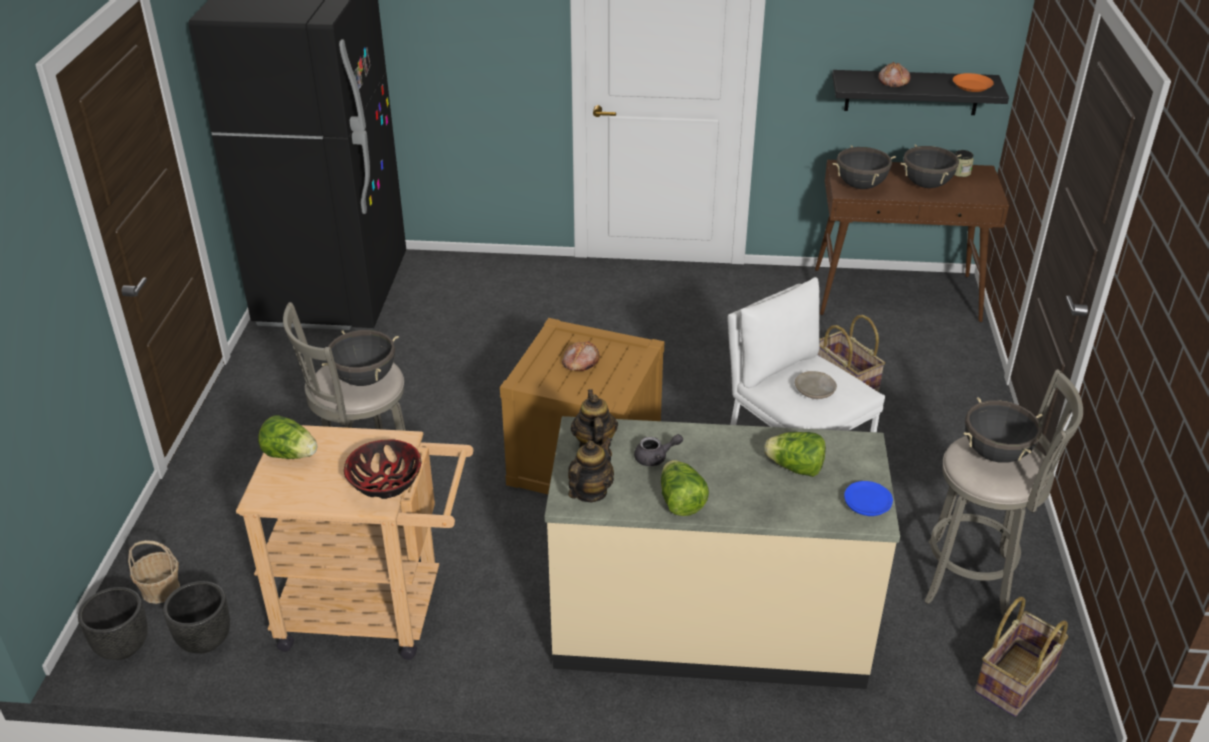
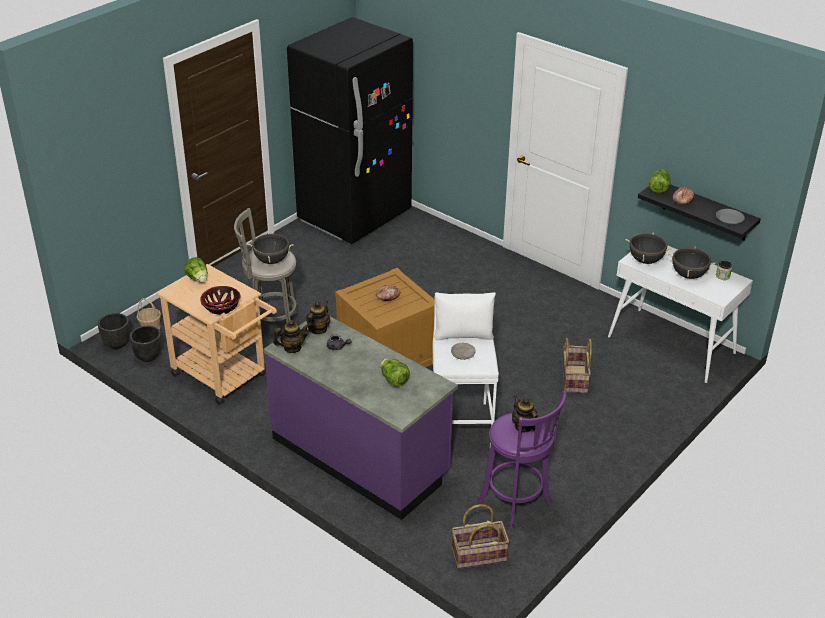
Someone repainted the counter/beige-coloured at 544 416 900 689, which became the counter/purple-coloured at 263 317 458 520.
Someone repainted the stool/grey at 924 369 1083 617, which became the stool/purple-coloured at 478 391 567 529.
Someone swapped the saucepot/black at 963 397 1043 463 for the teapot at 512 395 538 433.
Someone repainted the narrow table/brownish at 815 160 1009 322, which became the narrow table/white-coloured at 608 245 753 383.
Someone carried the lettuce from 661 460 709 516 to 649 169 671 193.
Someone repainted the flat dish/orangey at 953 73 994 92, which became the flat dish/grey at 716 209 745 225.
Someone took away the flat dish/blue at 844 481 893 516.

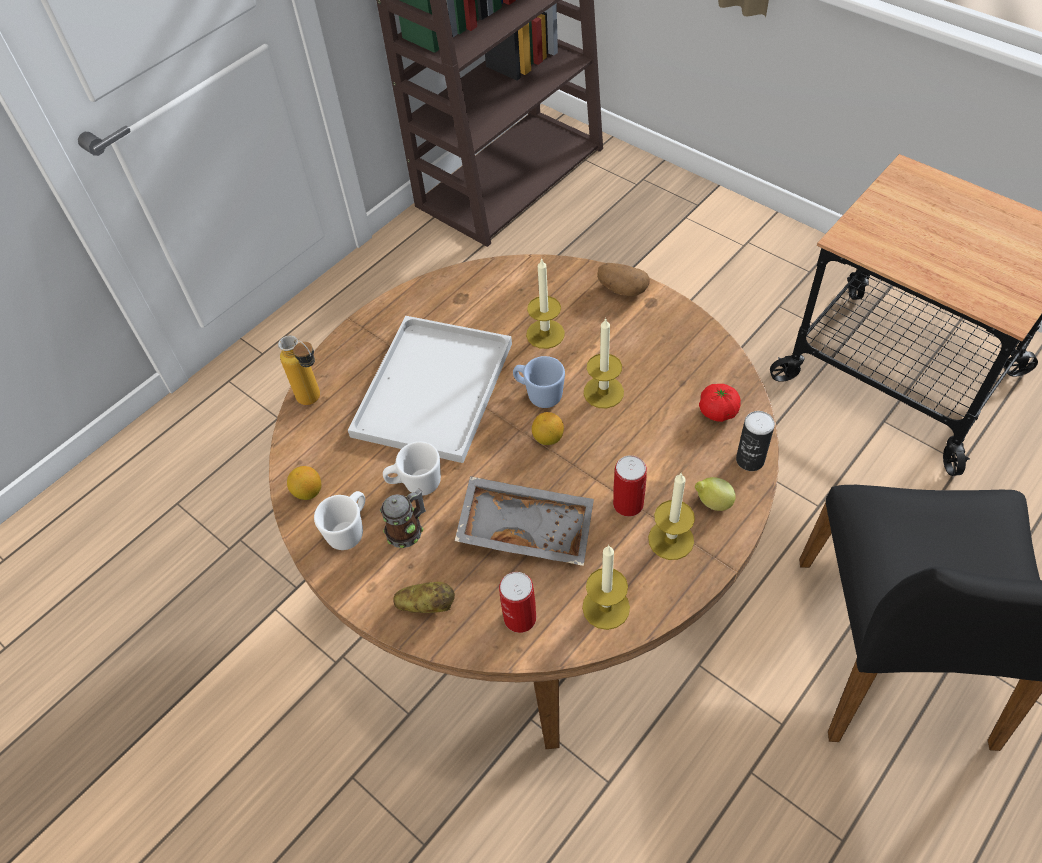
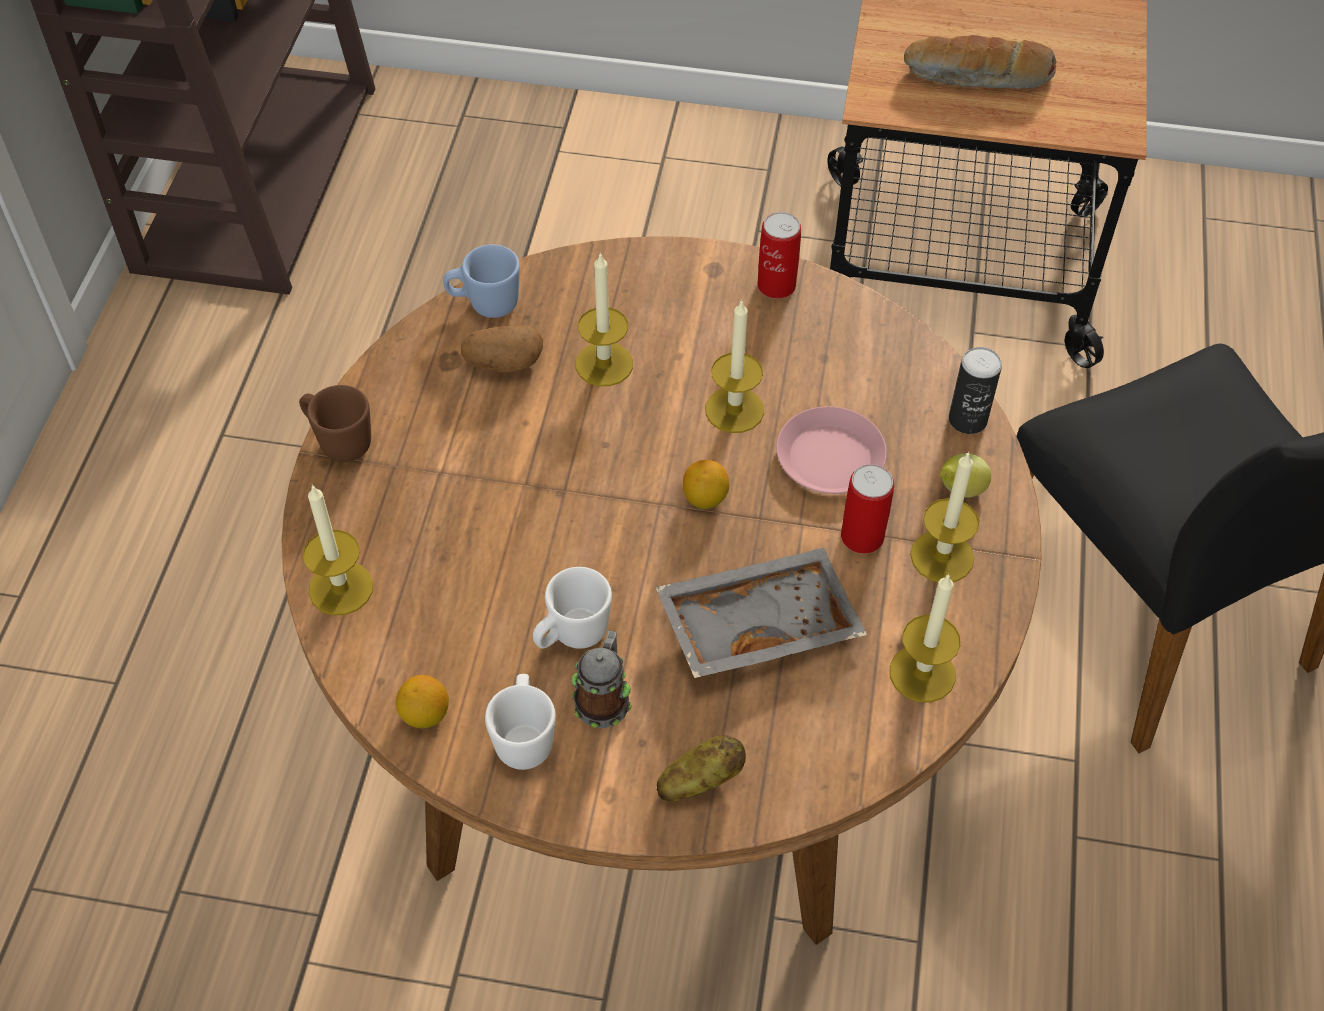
Someone put down the coffee mug/brownish at 299 385 371 462.
Someone swapped the bottle at 278 336 320 405 for the wax light at 303 484 373 615.
Someone carried the coffee mug/blue from 513 356 565 408 to 443 244 520 318.
Someone carried the spud from 597 263 650 296 to 461 325 543 373.
Someone carried the metal can from 499 572 536 633 to 758 212 801 299.
Someone put down the flat dish/pink at 776 407 887 494.
Someone put down the bakery bread at 904 35 1057 89.
Someone took away the tray/white-coloured at 348 316 512 463.
Someone took away the whole tomato at 699 384 741 422.

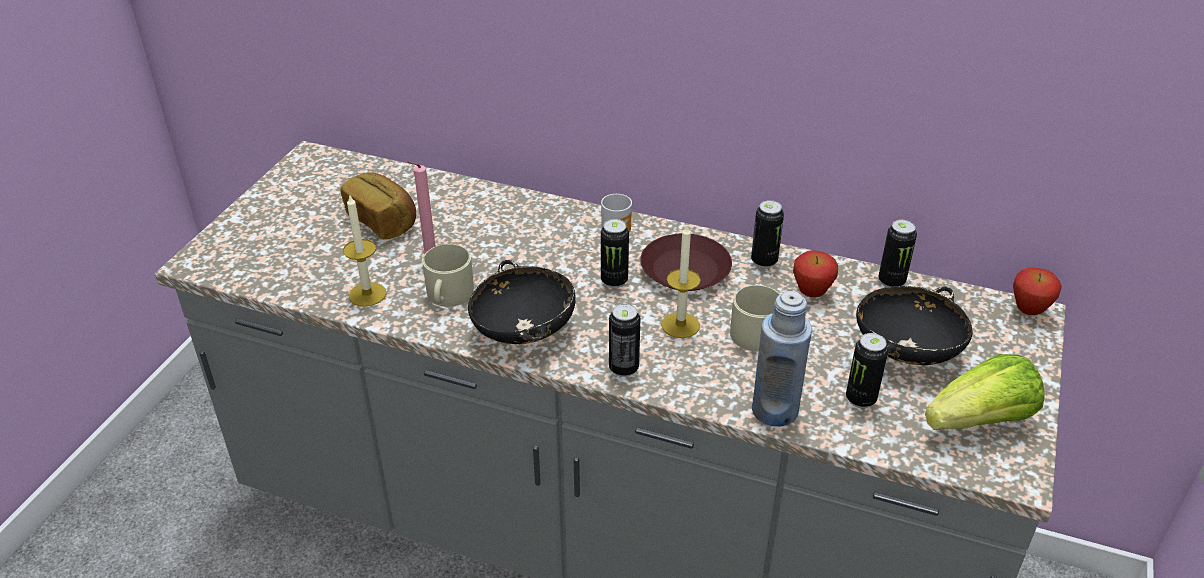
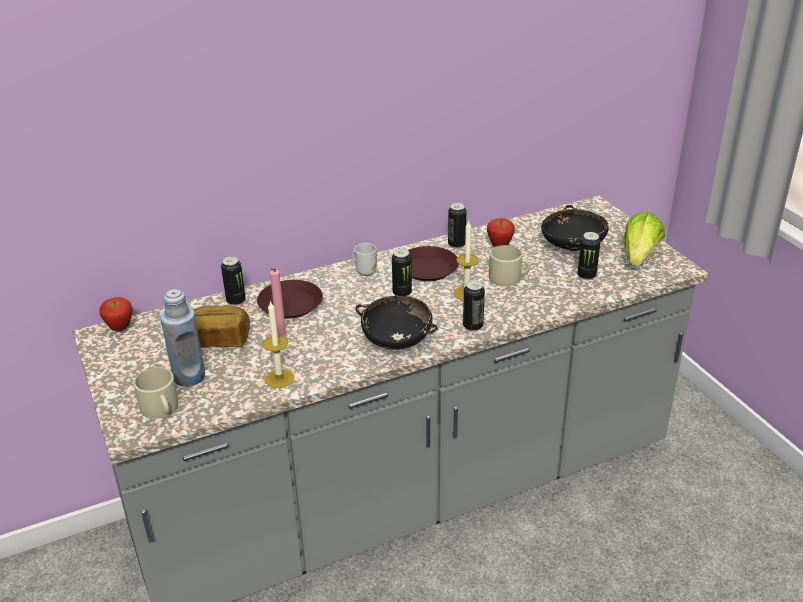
Someone carried the apple fruit from 1013 267 1062 315 to 99 297 133 331.
Someone carried the coffee mug/beige-coloured from 422 244 474 307 to 133 368 178 419.
Someone carried the bottle/blue from 752 291 812 427 to 160 289 205 387.
Someone carried the metal can from 878 219 917 287 to 221 256 246 306.
Someone put down the flat dish/brownish at 257 280 323 319.

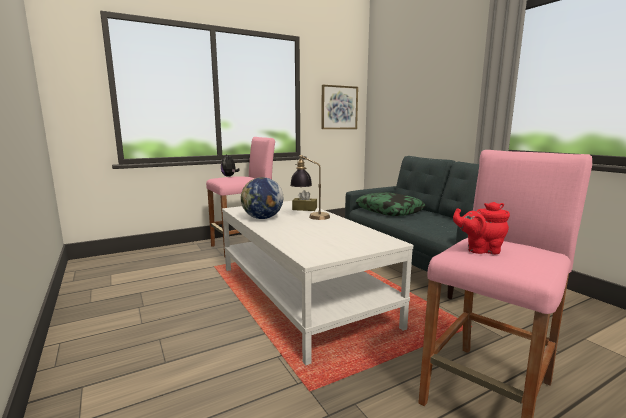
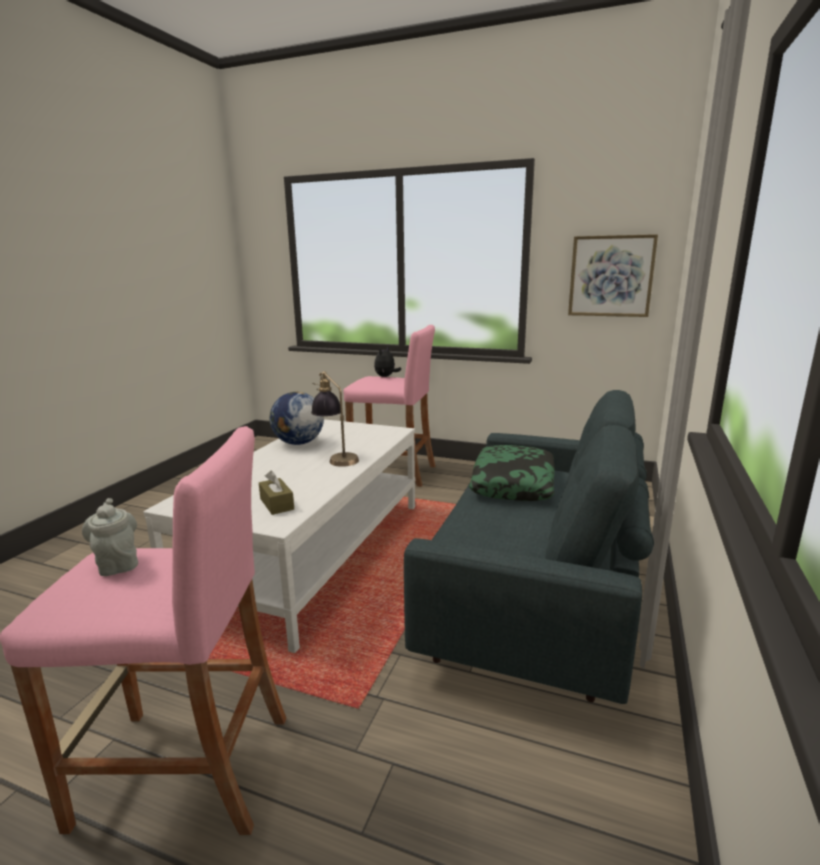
Someone repainted the teapot/red-coloured at 453 202 510 254, which became the teapot/grey at 82 498 138 576.
Someone carried the box of tissues/brownish from 292 190 317 211 to 259 471 294 515.

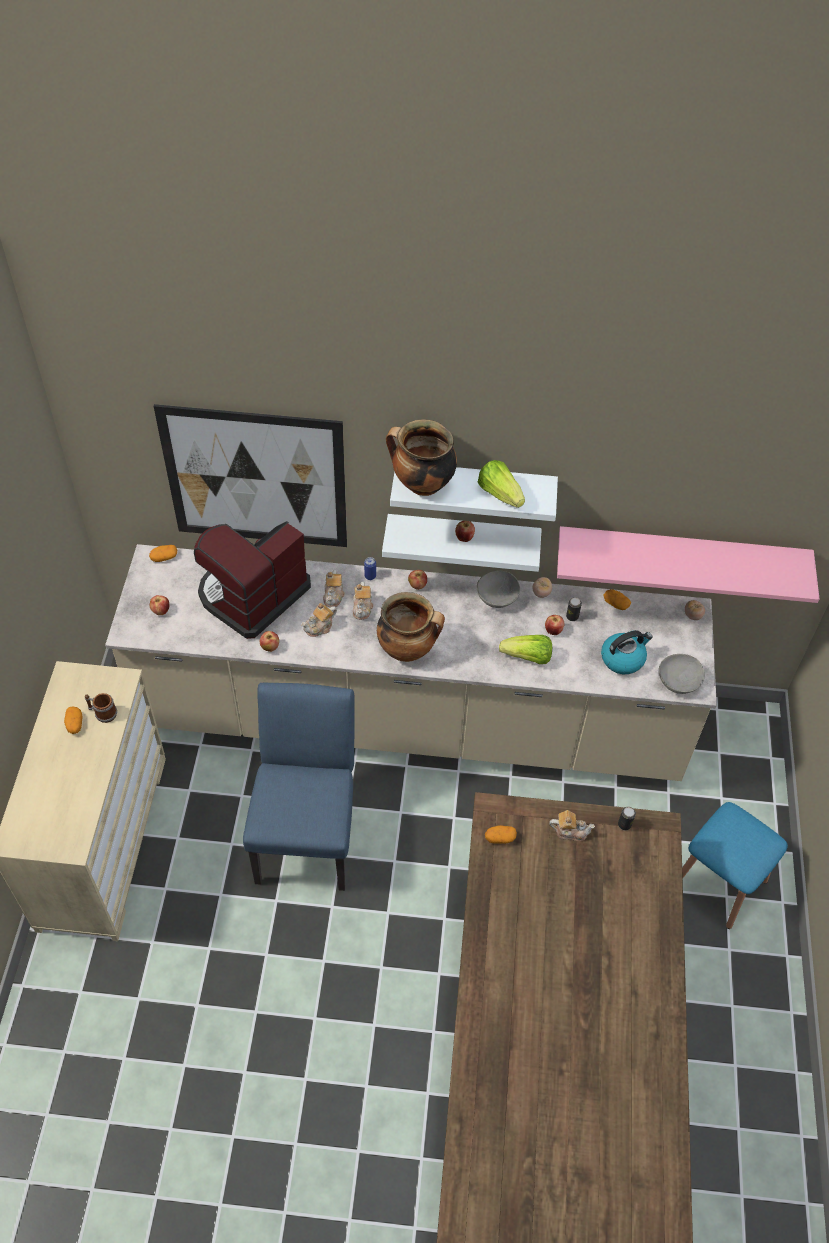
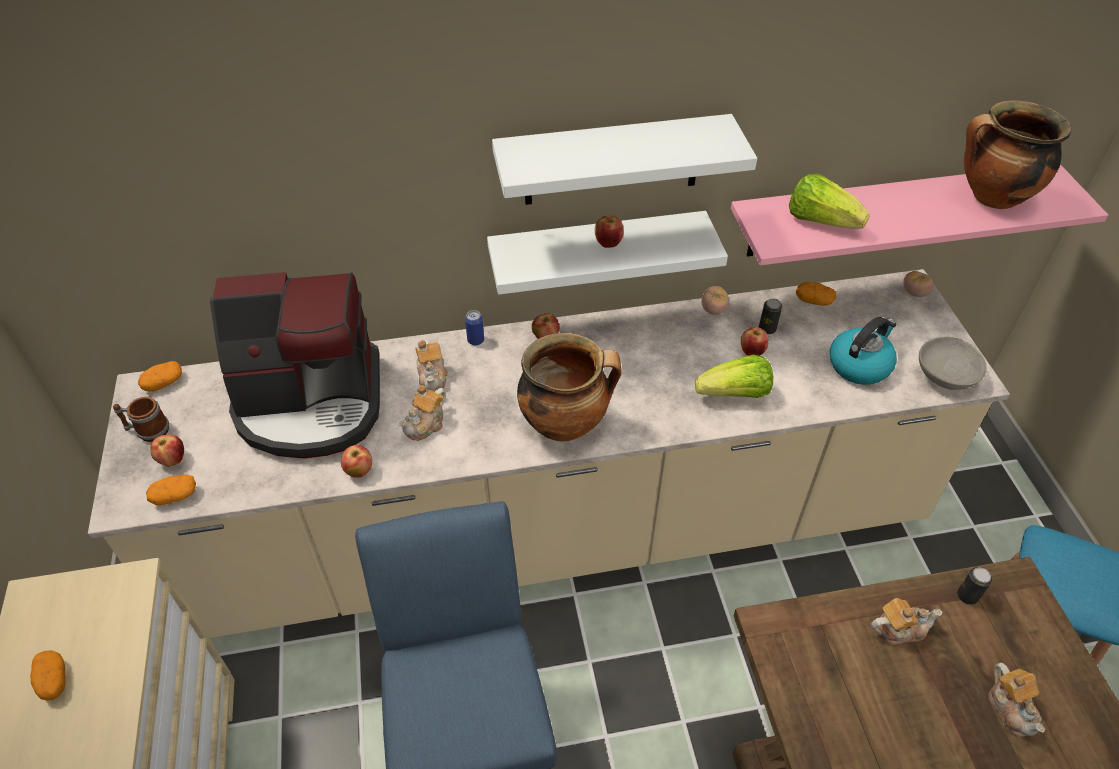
Someone carried the coffee mug from 85 693 117 723 to 113 397 169 442.
Someone carried the spud from 485 825 517 844 to 146 474 196 505.
Someone rotated the coffee machine at 194 521 311 639 by 120 degrees counterclockwise.
Someone carried the lettuce from 478 460 525 508 to 789 174 870 229.
Someone carried the saucepot from 386 419 457 496 to 964 100 1071 209.
Someone carried the teapot from 353 582 373 620 to 989 663 1045 737.
Someone took away the picture at 154 404 347 547.
Someone took away the bowl/grey at 477 571 520 608.

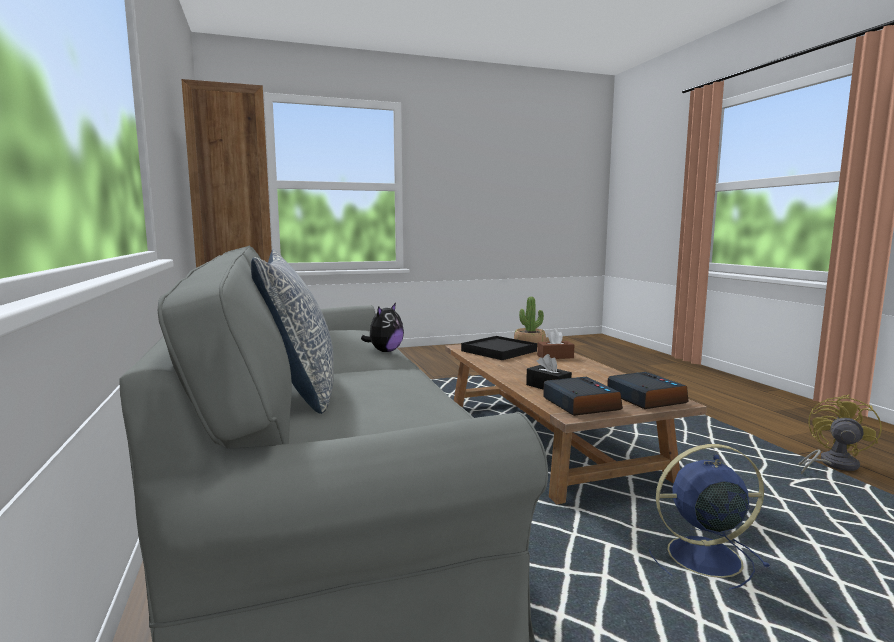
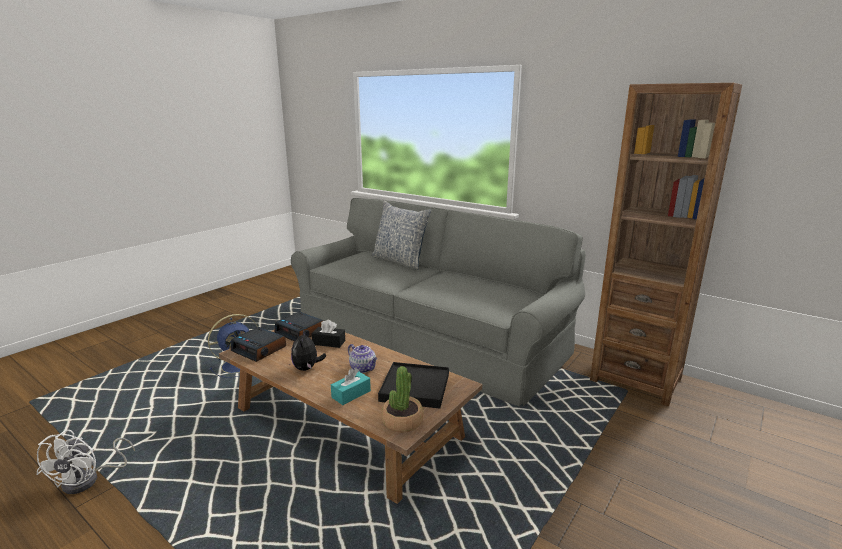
Someone repainted the electric fan/yellowish at 798 394 882 474, which became the electric fan/white-coloured at 36 430 135 494.
Someone carried the plush toy from 361 303 404 352 to 291 330 326 371.
Someone repainted the box of tissues/brownish at 537 329 574 359, which became the box of tissues/turquoise at 331 368 371 405.
Someone put down the teapot at 348 344 378 373.

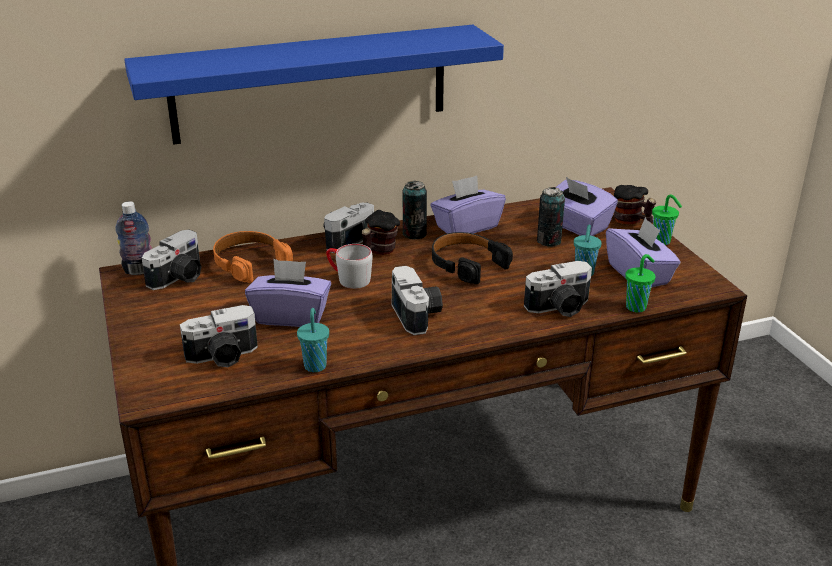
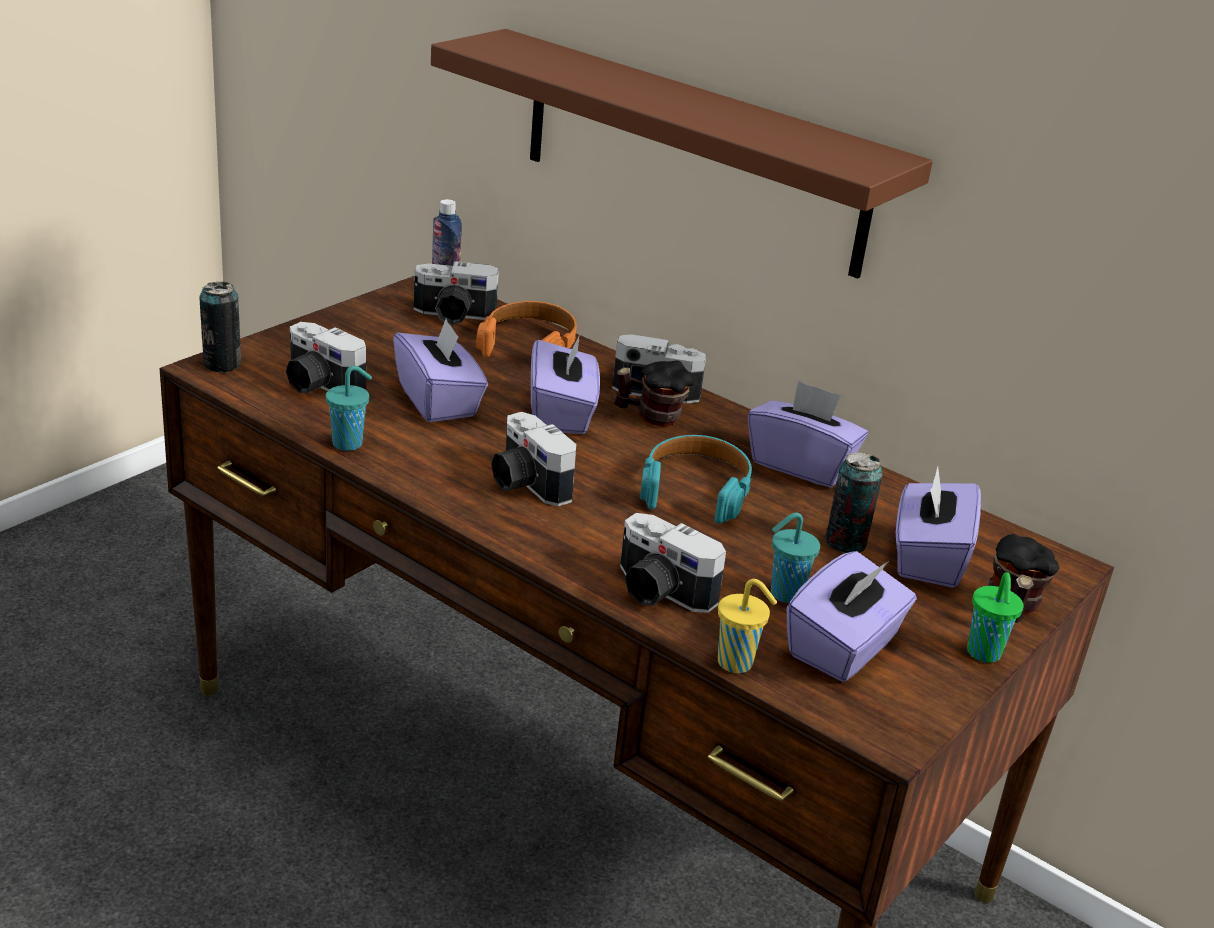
Someone carried the metal can from 403 181 427 240 to 199 282 242 373.
Someone repainted the wall shelf/blue at 124 25 504 145, which became the wall shelf/brownish at 431 29 933 279.
Someone rotated the photo camera at 392 266 443 335 by 105 degrees clockwise.
Someone swapped the coffee mug/grey at 326 244 373 289 for the box of tissues/purple-coloured at 531 333 600 434.
Someone repainted the pair of headphones/black at 432 232 513 284, which became the pair of headphones/turquoise at 640 435 752 524.
Someone repainted the small cup/greenish at 625 254 655 312, which became the small cup/yellowish at 718 579 777 673.

